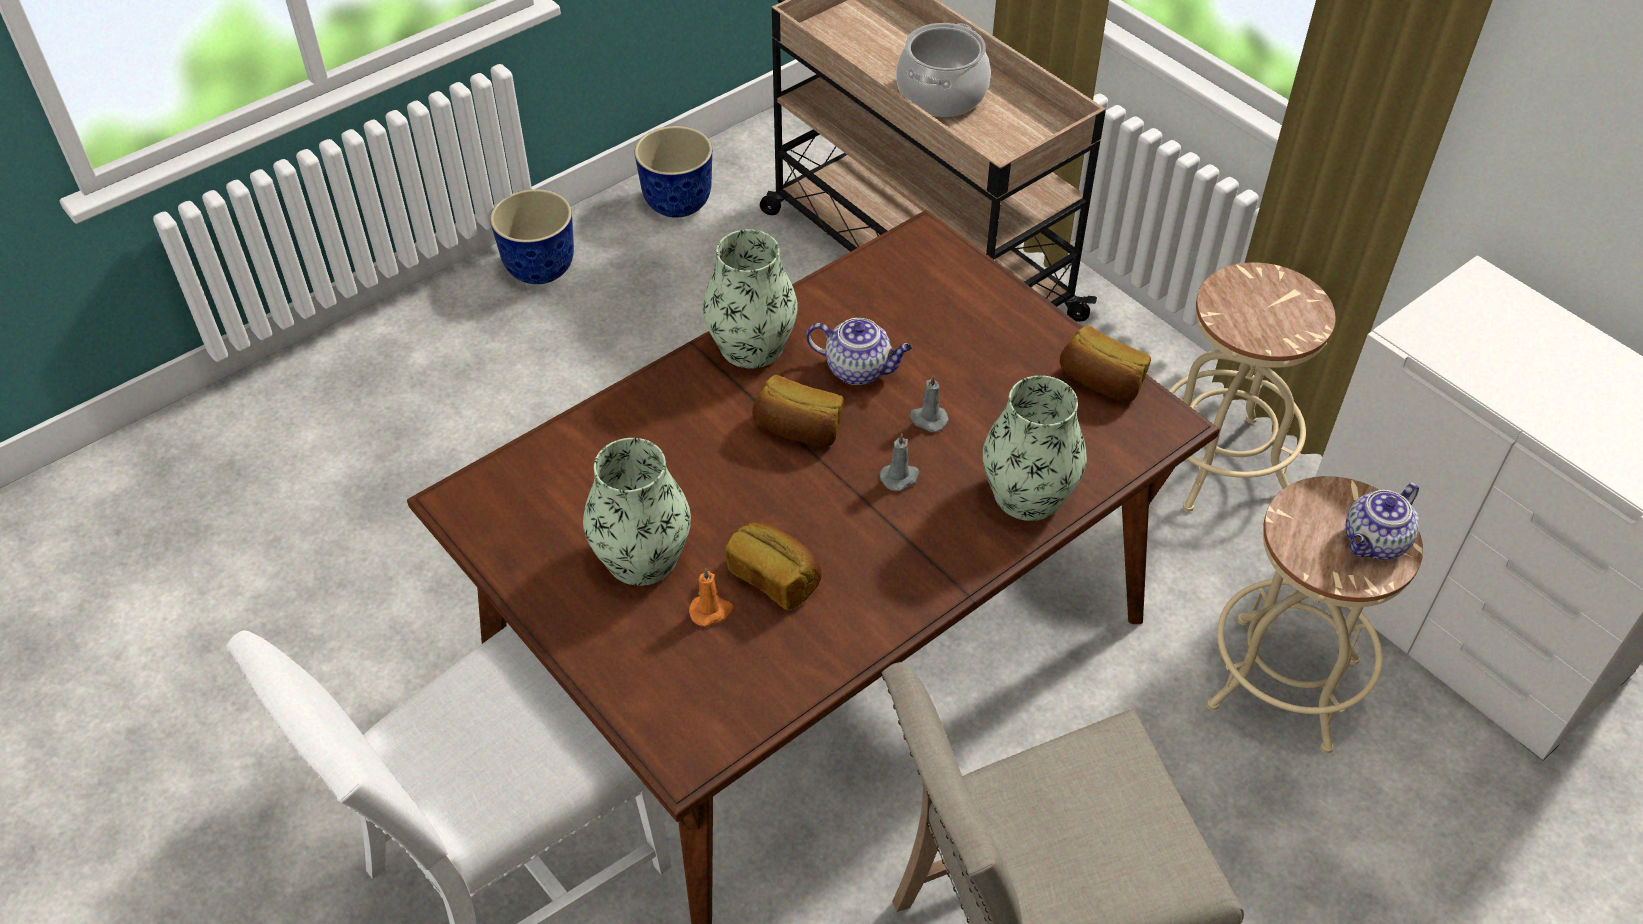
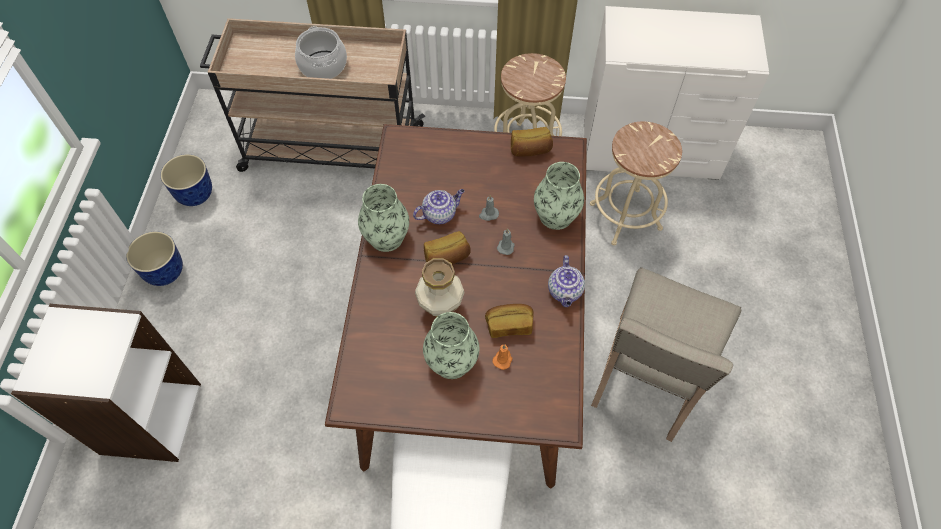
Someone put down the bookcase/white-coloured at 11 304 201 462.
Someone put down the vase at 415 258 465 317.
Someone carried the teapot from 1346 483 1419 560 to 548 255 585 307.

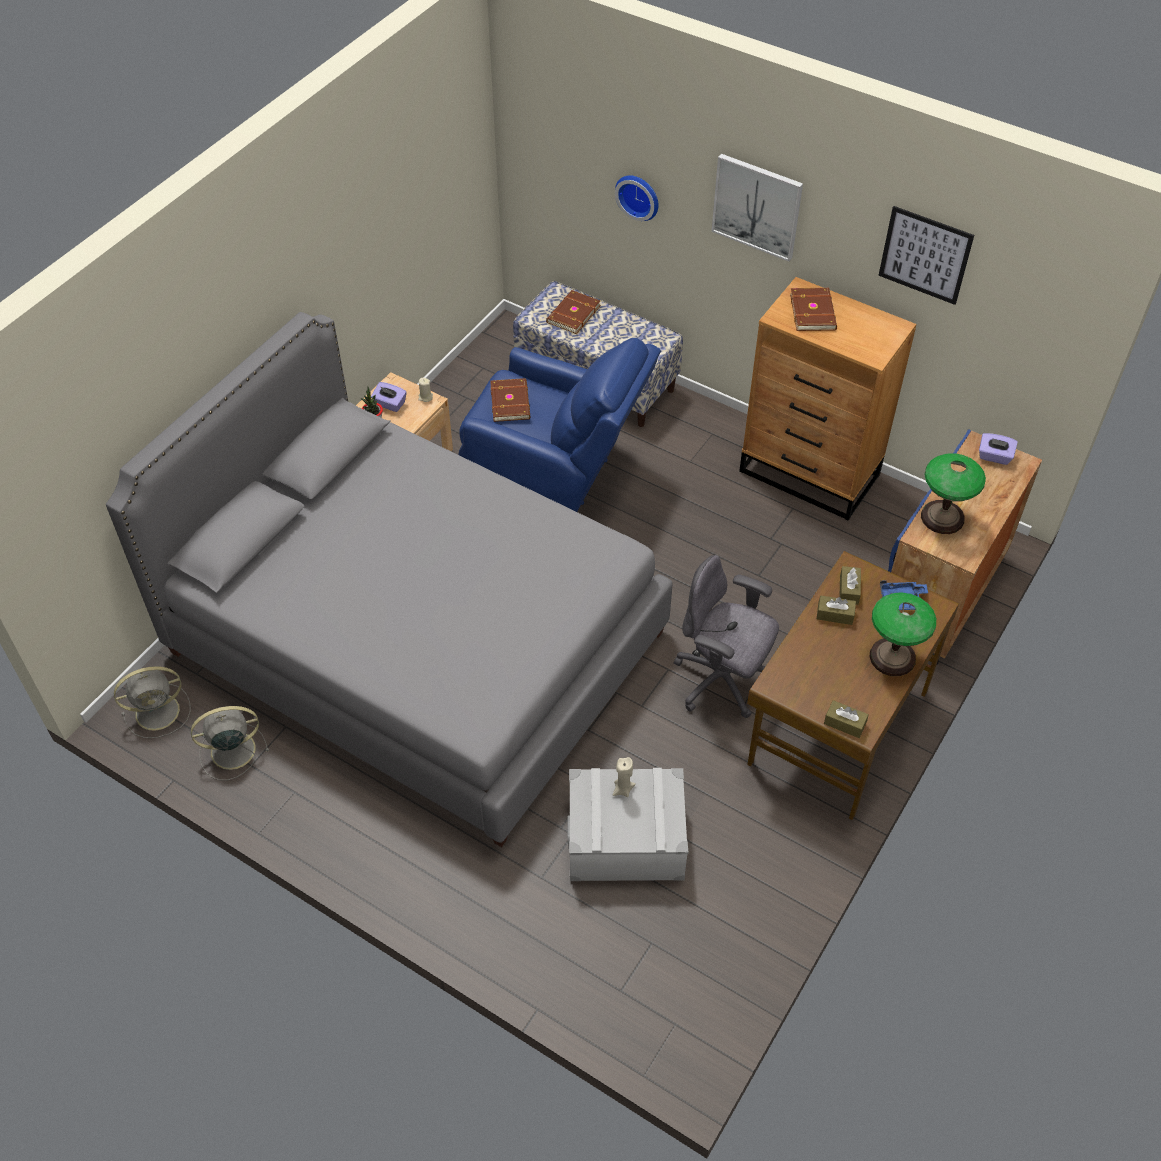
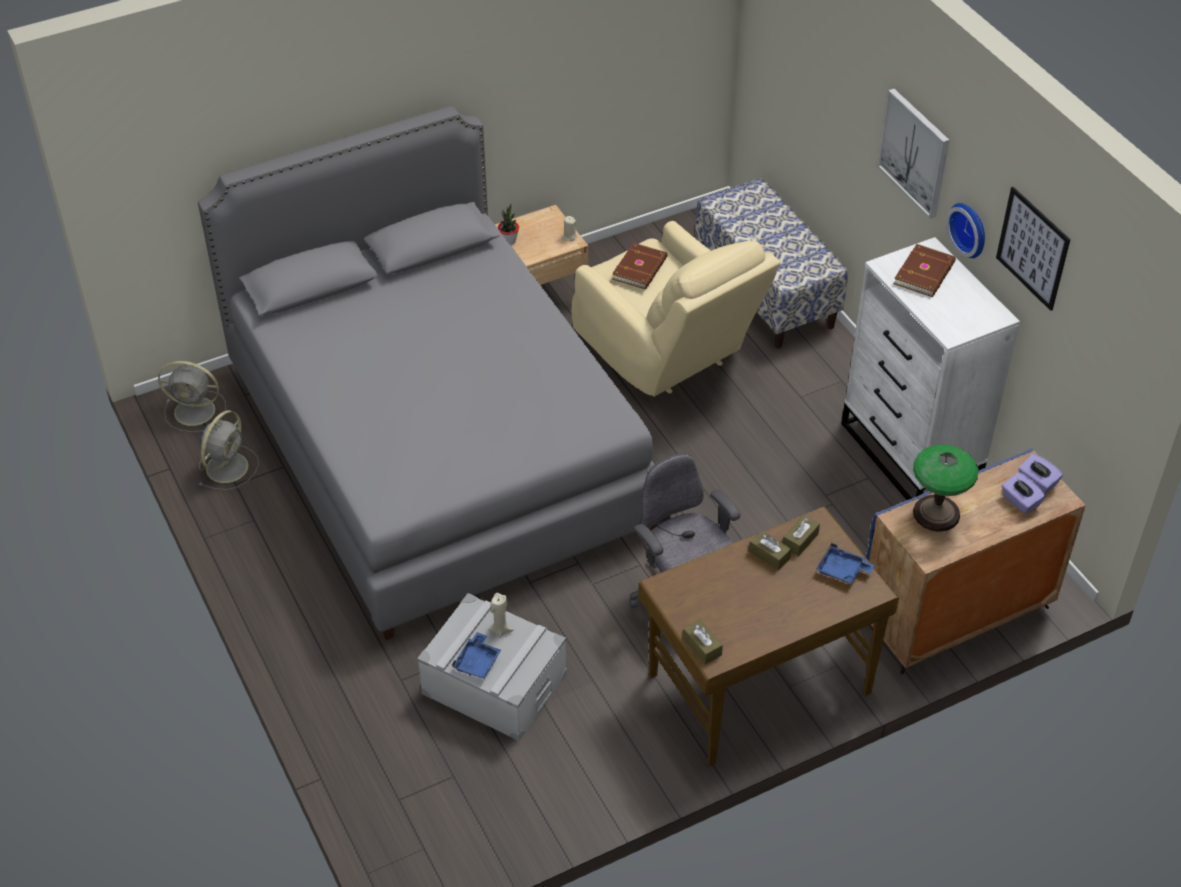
Someone rotated the electric fan/grey at 191 706 269 780 by 105 degrees clockwise.
Someone put down the tray/blue at 452 632 501 679.
Someone repainted the lounge chair/blue at 458 338 661 512, which became the lounge chair/beige-coloured at 572 221 780 397.
Someone repainted the chest of drawers/brownish at 739 277 916 521, which became the chest of drawers/white-coloured at 842 237 1020 500.
Someone carried the hanging clock from 615 176 658 221 to 946 203 985 258.
Someone carried the box of tissues/purple-coloured from 371 382 407 412 to 1002 472 1046 514.
Someone took away the bound book/brownish at 546 290 601 334.
Someone took away the tabletop lamp at 870 592 936 676.

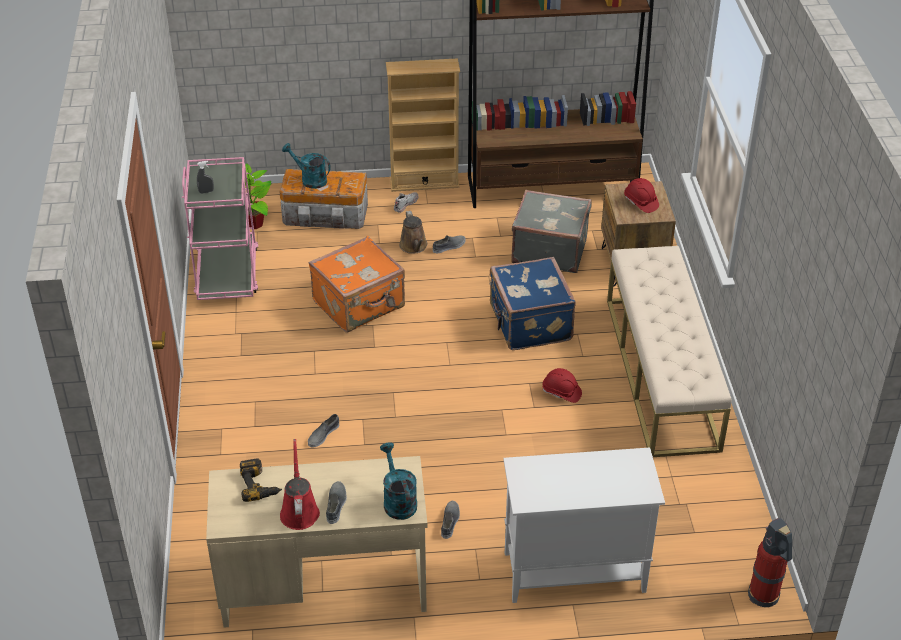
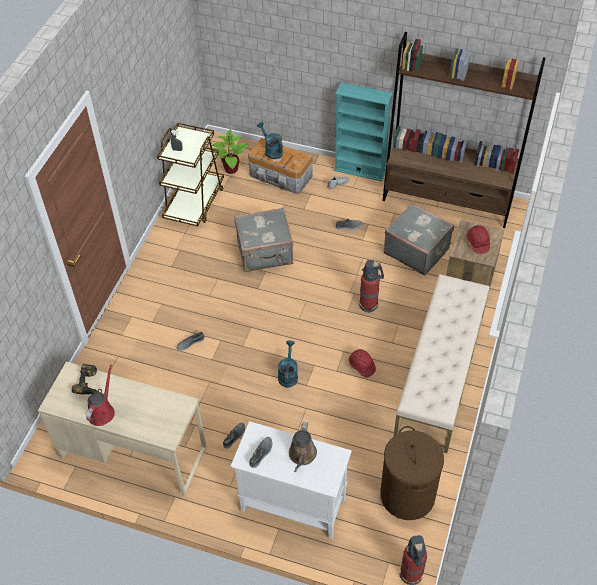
Someone repainted the trolley/pink at 182 157 258 300, which became the trolley/brownish at 157 122 224 226.
Someone repainted the suitcase/orangey at 309 236 405 333, which became the suitcase/grey at 234 208 293 272.
Someone carried the item of footwear/grey from 326 481 347 524 to 249 437 272 468.
Someone carried the sprinkling can/turquoise from 380 442 417 520 to 278 341 298 388.
Someone carried the sprinkling can/brownish from 399 211 428 254 to 289 422 317 472.
Someone repainted the bookcase/beige-coloured at 386 58 460 192, which became the bookcase/turquoise at 334 82 392 181.
Someone swapped the suitcase/blue at 489 257 576 350 for the extinguisher at 359 260 384 313.
Someone put down the laundry basket/brownish at 380 426 444 520.

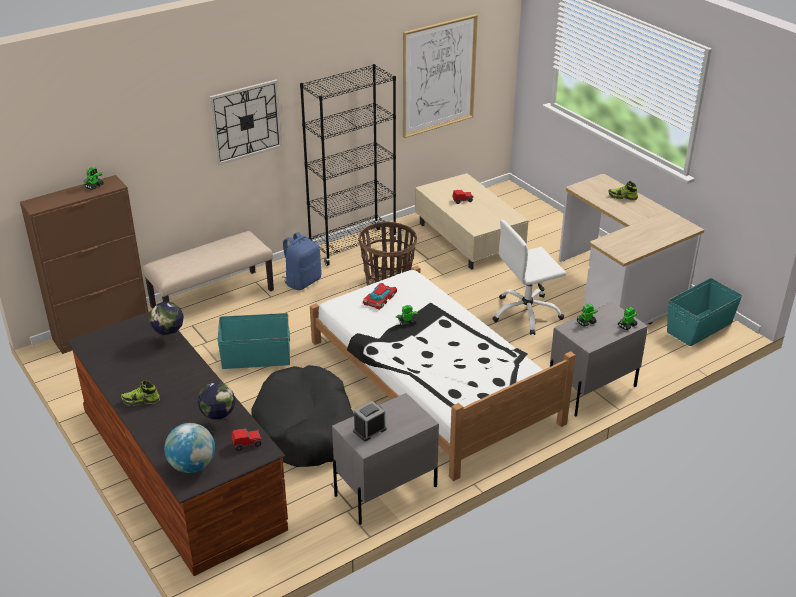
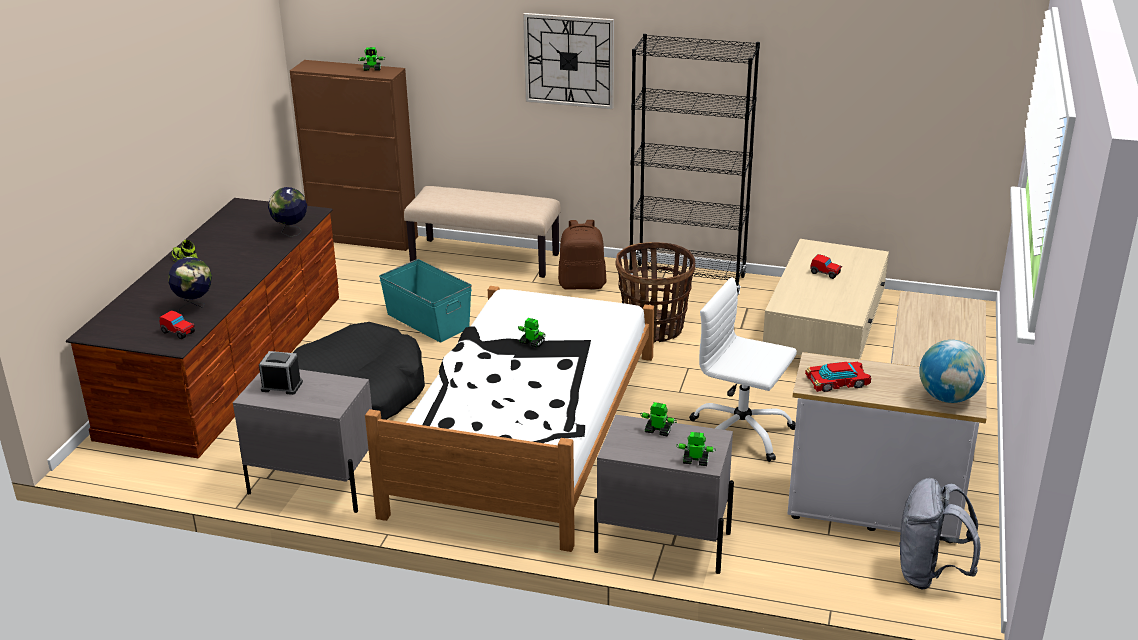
Someone repainted the rucksack/blue at 282 232 321 290, which became the rucksack/brownish at 558 220 607 290.
Someone carried the miniature car from 363 283 397 310 to 805 362 871 392.
Someone swapped the storage container/turquoise at 667 278 742 346 for the rucksack/grey at 899 478 981 589.
Someone carried the world globe from 164 423 215 473 to 919 340 985 403.
Someone took away the picture at 403 14 478 138.
Someone took away the item of footwear at 609 181 638 201.

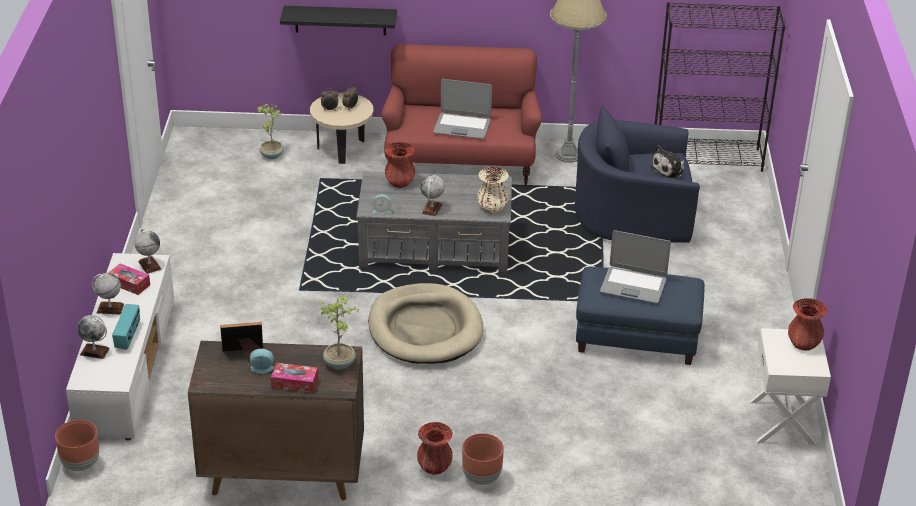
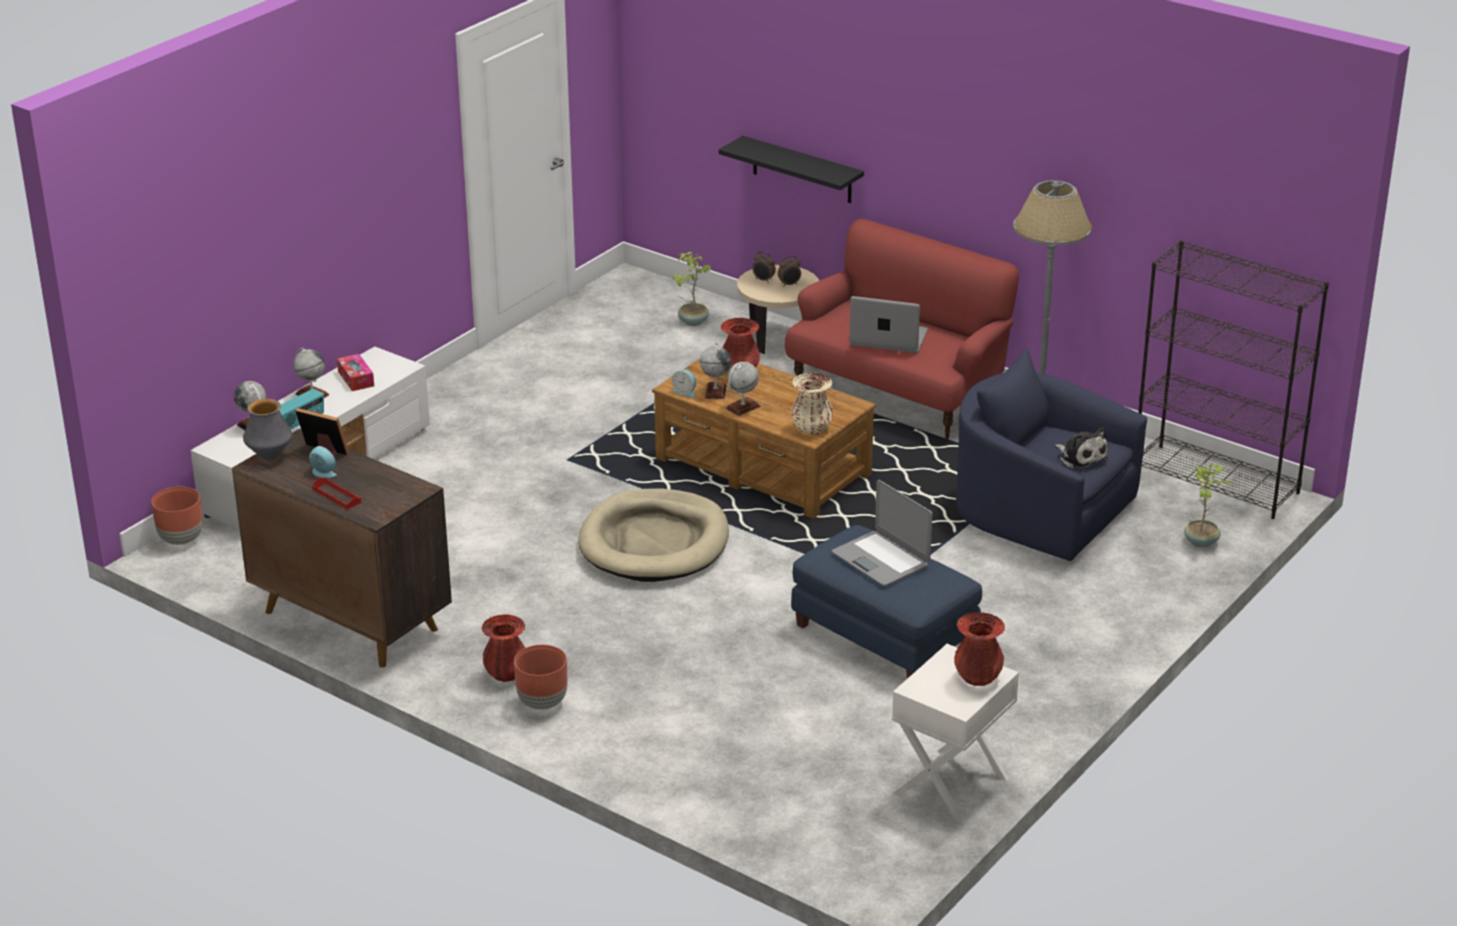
Someone put down the vase at 243 399 292 460.
Someone swapped the box of tissues at 271 363 318 393 for the tray/red-coloured at 312 478 361 509.
Someone repainted the lounge table/grey at 356 171 512 272, which became the lounge table/brownish at 652 359 876 519.
Someone carried the world globe from 134 228 162 274 to 700 343 731 399.
Someone rotated the portable computer at 433 79 492 139 by 150 degrees clockwise.
Someone rotated the plush toy at 650 145 685 179 by 120 degrees counterclockwise.
Someone carried the plant in a pot from 320 296 359 370 to 1184 464 1231 548.

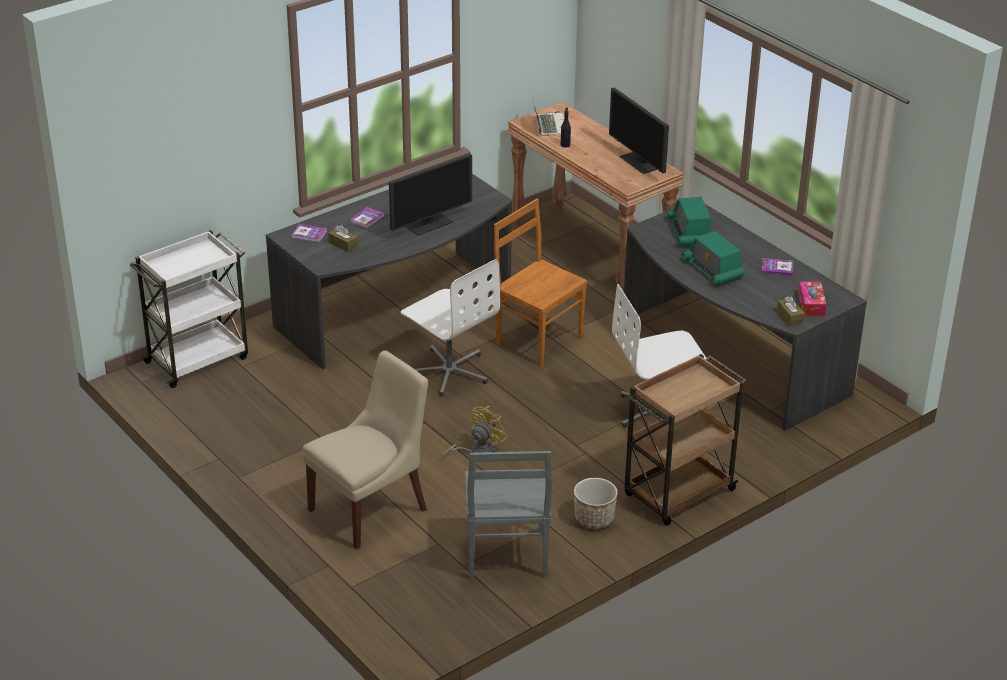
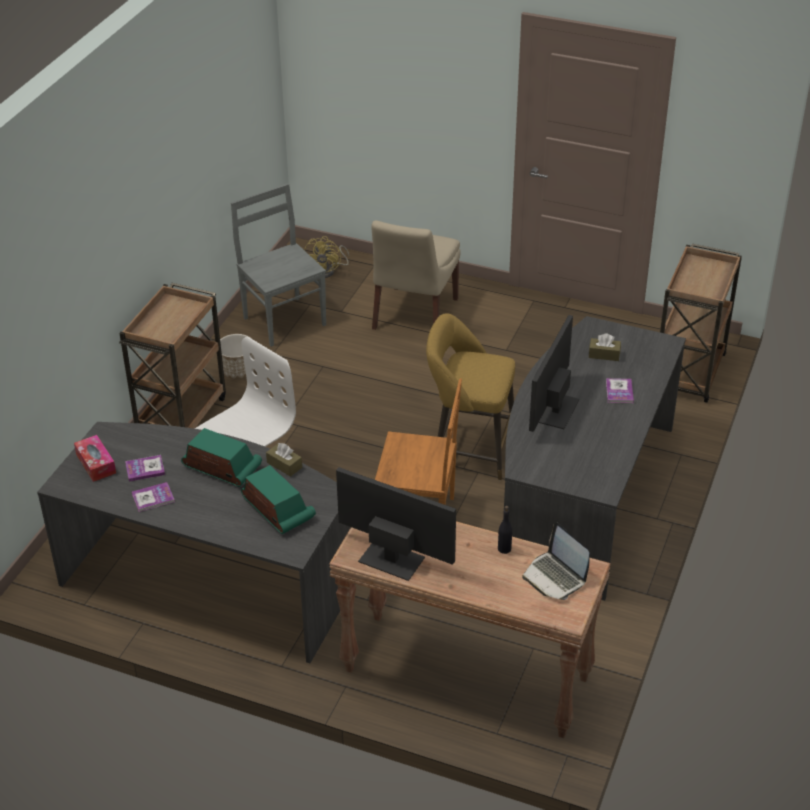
Someone carried the bound book from 292 224 327 242 to 125 455 165 482.
Someone carried the box of tissues/brownish from 777 296 805 326 to 266 443 302 477.
Someone carried the electric fan/yellowish from 441 406 507 460 to 304 236 349 278.
Someone swapped the computer chair/white-coloured at 401 259 500 396 for the stool/yellowish at 426 313 515 480.
Someone repainted the trolley/white-coloured at 130 230 248 388, which became the trolley/brownish at 660 244 742 403.

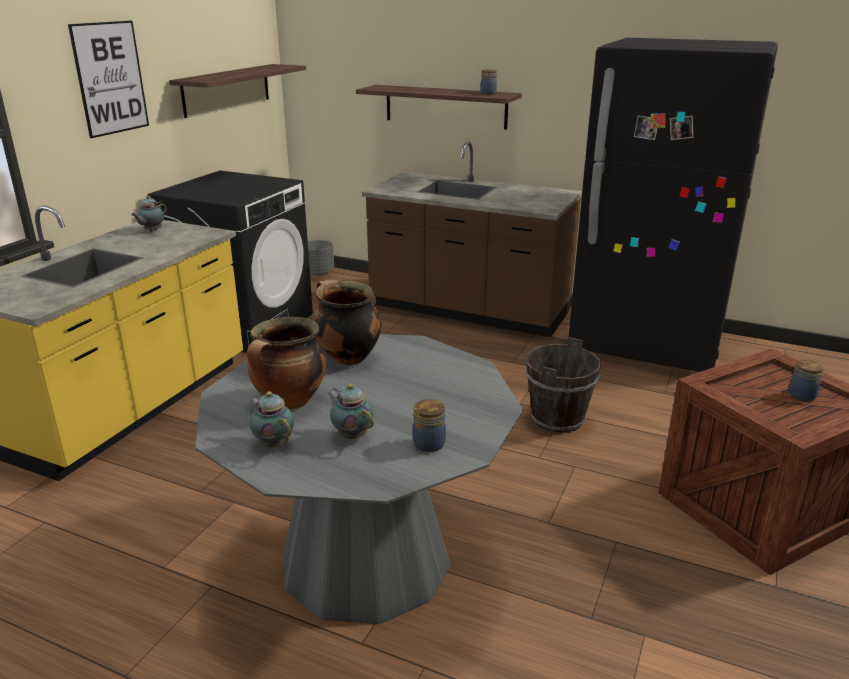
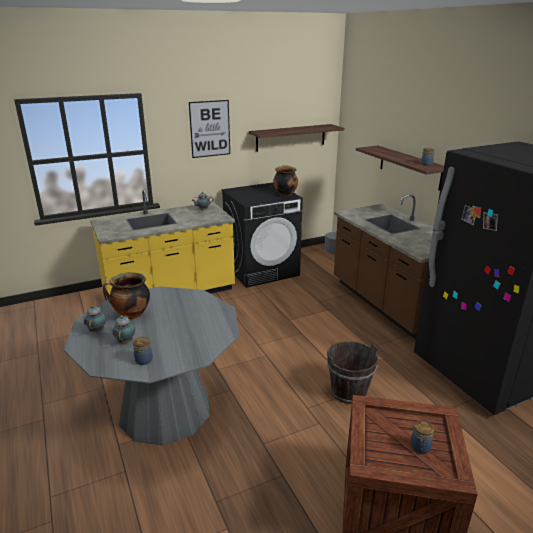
Someone carried the saucepot from 313 280 381 365 to 274 165 298 197.

